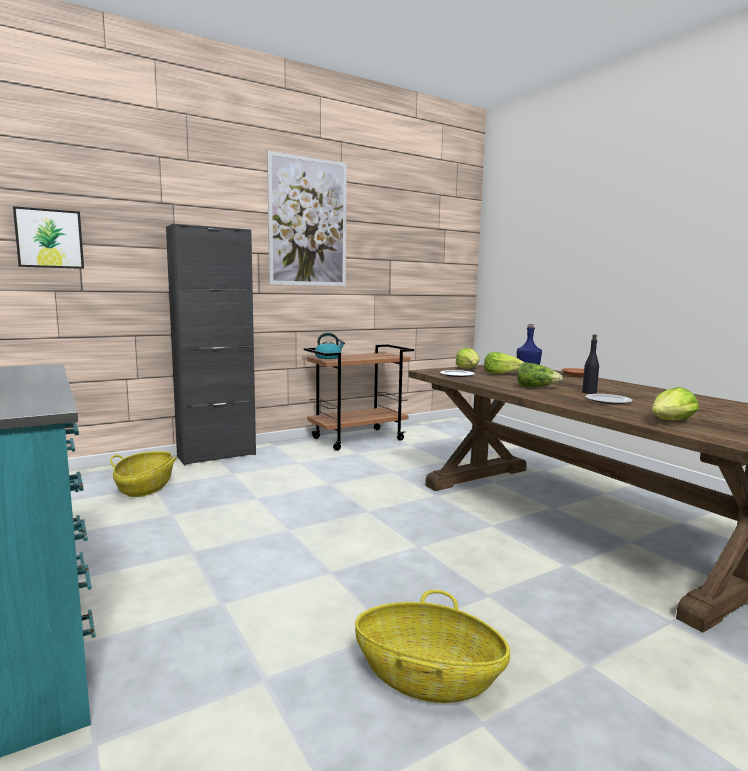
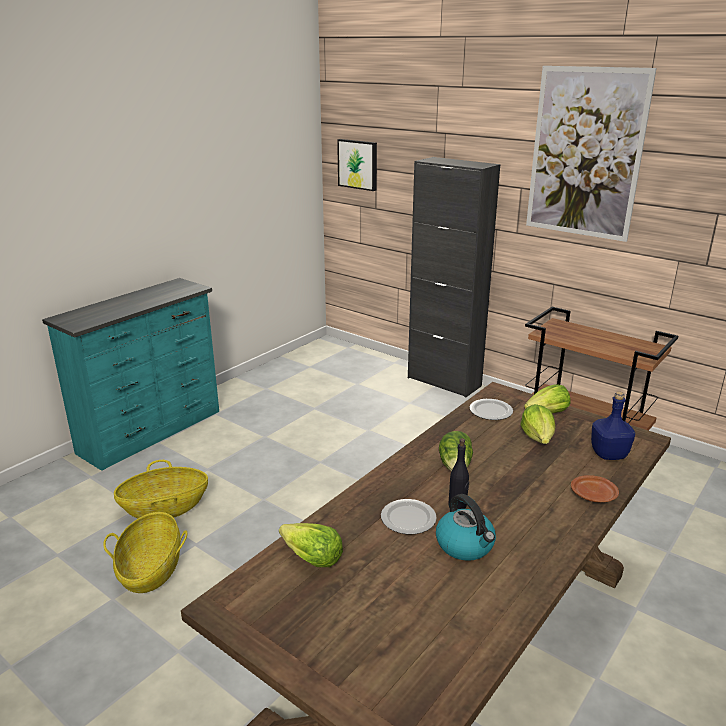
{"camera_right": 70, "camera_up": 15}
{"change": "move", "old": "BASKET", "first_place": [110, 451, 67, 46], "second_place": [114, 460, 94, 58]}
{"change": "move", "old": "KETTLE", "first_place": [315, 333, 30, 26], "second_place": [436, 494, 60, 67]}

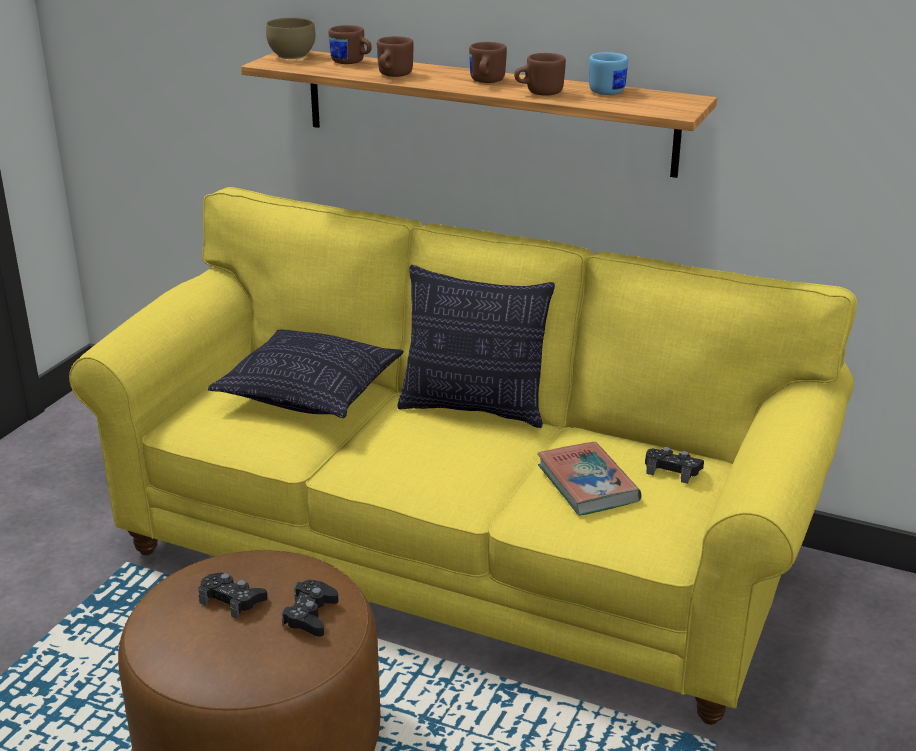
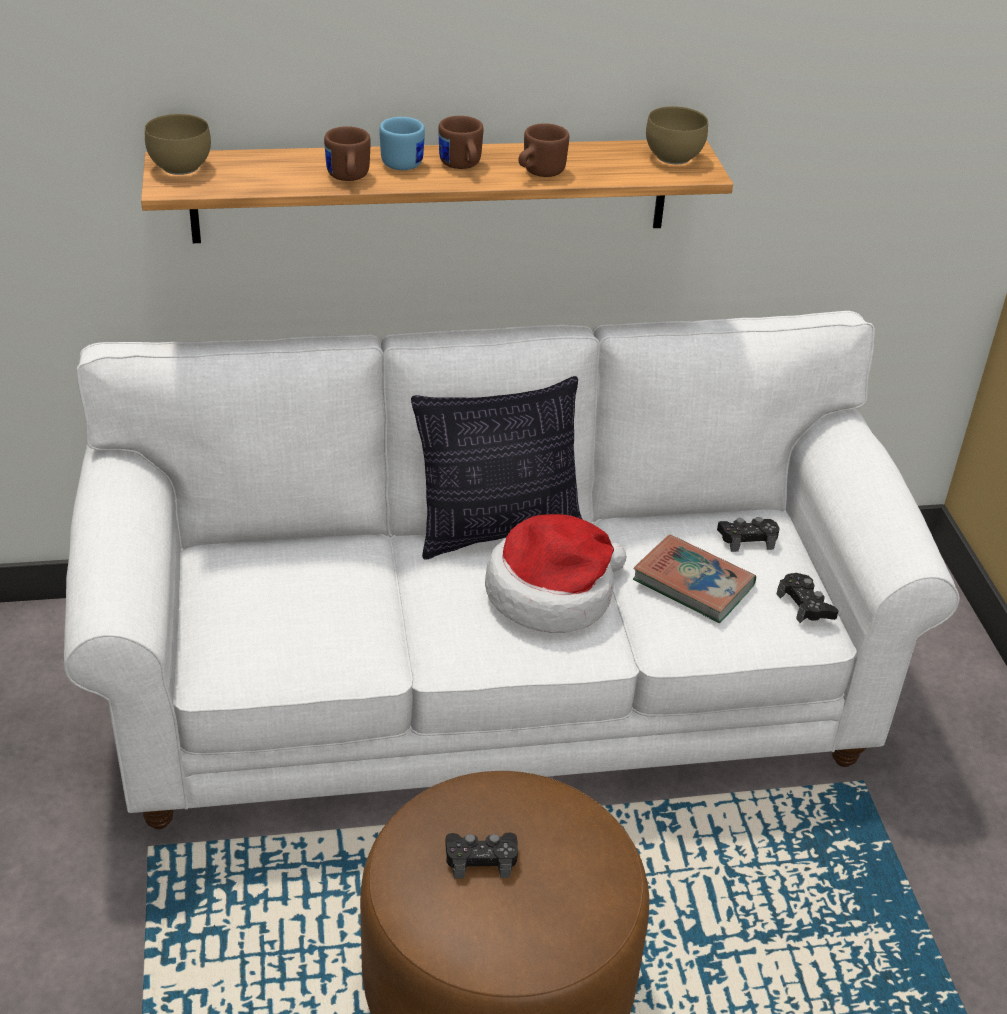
{"camera_right": -35, "camera_up": 10}
{"change": "recolor", "old": "YELLOW SOFA", "new": "WHITE SOFA", "first_place": [69, 187, 788, 538], "second_place": [64, 311, 896, 519]}
{"change": "delete", "old": "PILLOW", "first_place": [208, 330, 196, 88]}
{"change": "move", "old": "BLACK GAME CONTROLLER", "first_place": [282, 580, 57, 56], "second_place": [777, 573, 61, 50]}
{"change": "delete", "old": "BROWN MUG", "first_place": [329, 25, 43, 39]}
{"change": "move", "old": "BLUE MUG", "first_place": [589, 52, 39, 43], "second_place": [379, 117, 46, 53]}
{"change": "insert", "new": "HAT", "second_place": [485, 514, 142, 119]}
{"change": "insert", "new": "BROWN BOWL", "second_place": [646, 106, 62, 58]}

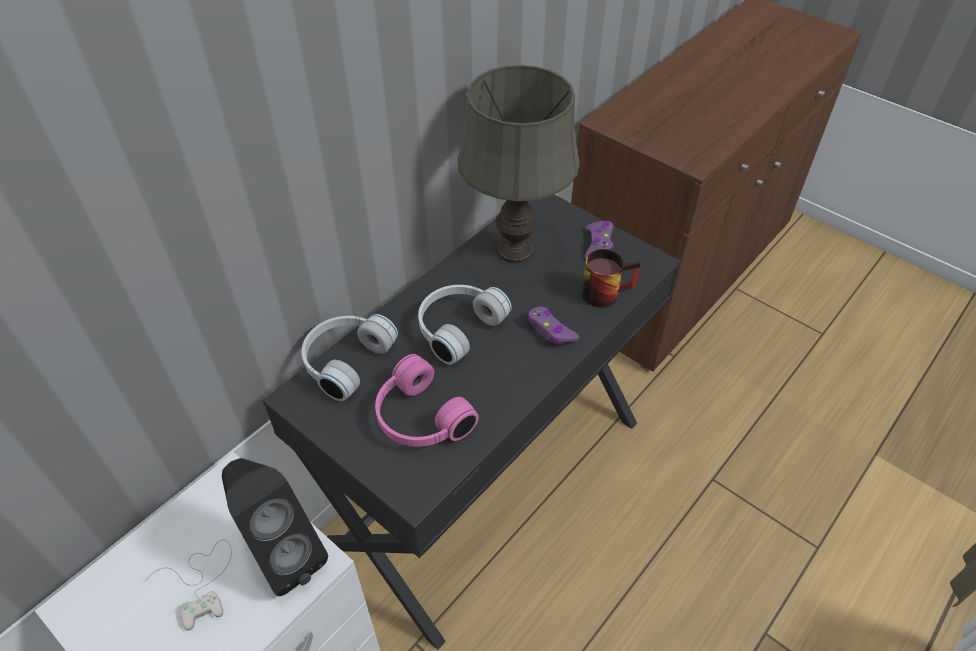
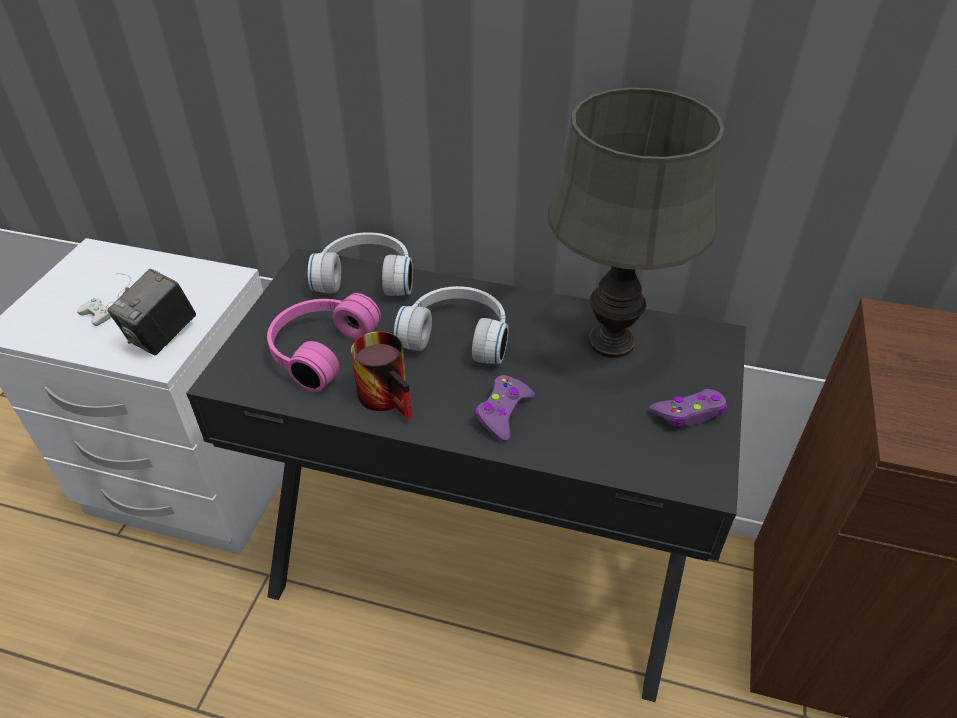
{"camera_right": 65, "camera_up": -5}
{"change": "replace", "old": "BLACK SPEAKER", "new": "PHOTO CAMERA", "first_place": [222, 458, 106, 138], "second_place": [107, 269, 89, 86]}
{"change": "move", "old": "MUG", "first_place": [582, 249, 58, 59], "second_place": [351, 331, 61, 88]}

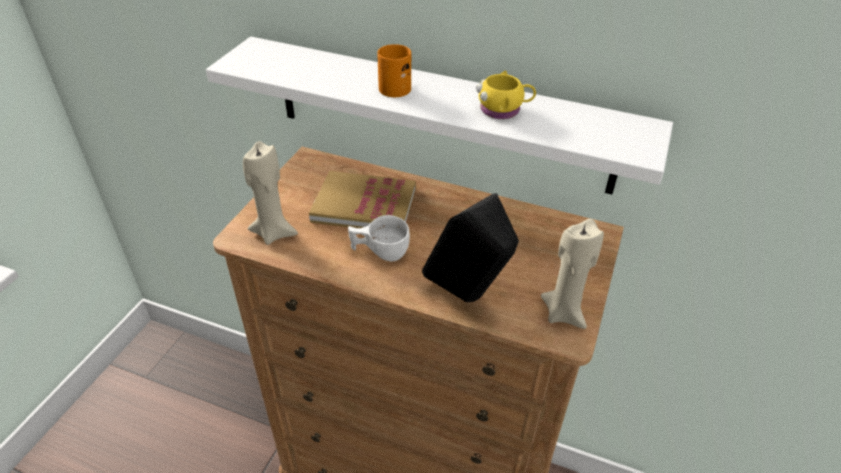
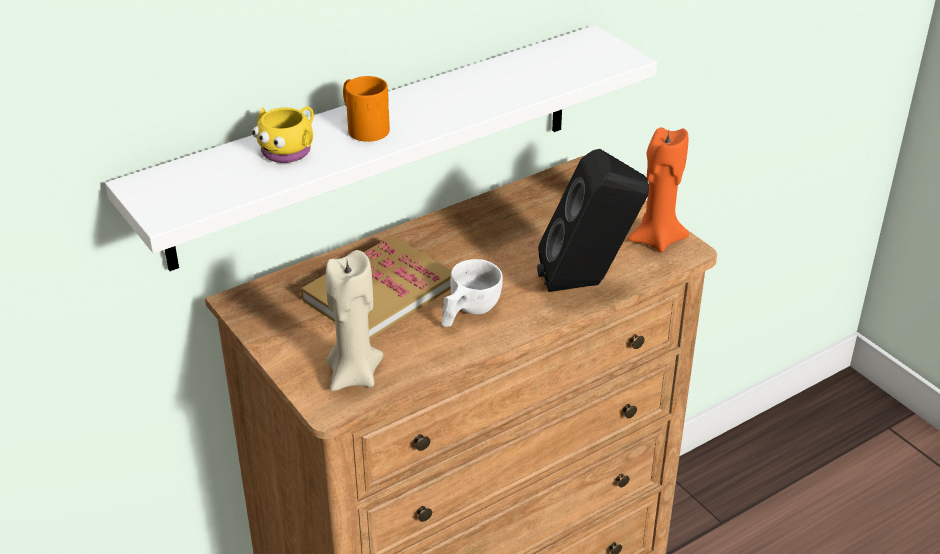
{"camera_right": -55, "camera_up": -5}
{"change": "move", "old": "YELLOW MUG", "first_place": [476, 71, 60, 48], "second_place": [252, 106, 62, 57]}
{"change": "recolor", "old": "BEIGE CANDLE", "new": "ORANGE CANDLE", "first_place": [541, 219, 63, 110], "second_place": [628, 127, 61, 125]}

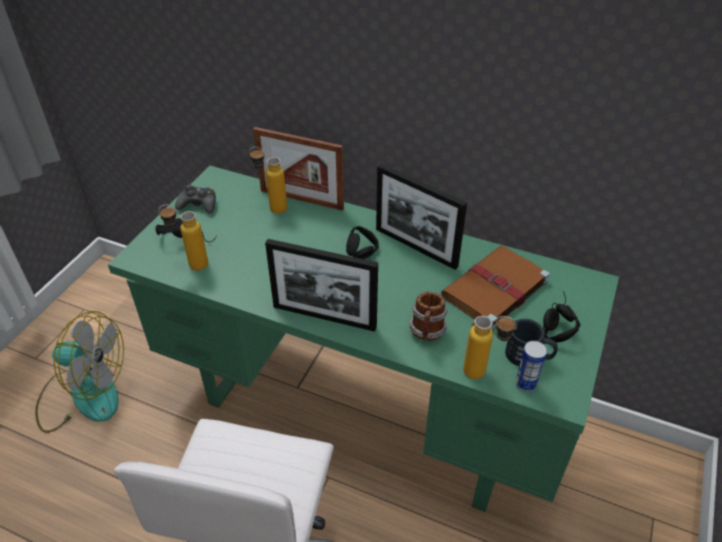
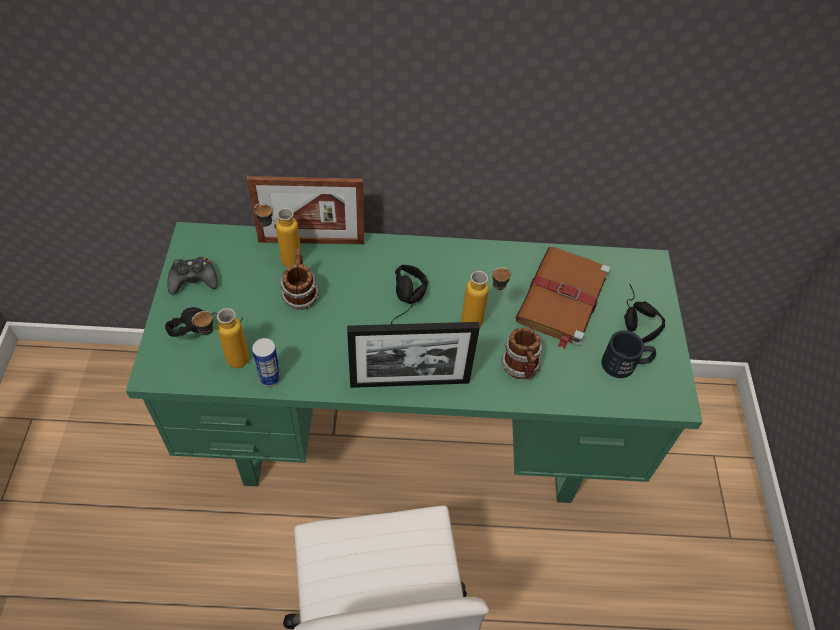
{"camera_right": -25, "camera_up": 10}
{"change": "delete", "old": "FAN", "first_place": [35, 311, 89, 122]}
{"change": "delete", "old": "PICTURE FRAME", "first_place": [376, 164, 91, 106]}
{"change": "move", "old": "BOTTLE", "first_place": [463, 316, 54, 63], "second_place": [461, 267, 51, 60]}
{"change": "move", "old": "CAN", "first_place": [515, 341, 32, 51], "second_place": [252, 338, 29, 49]}
{"change": "insert", "new": "MUG", "second_place": [280, 249, 39, 61]}

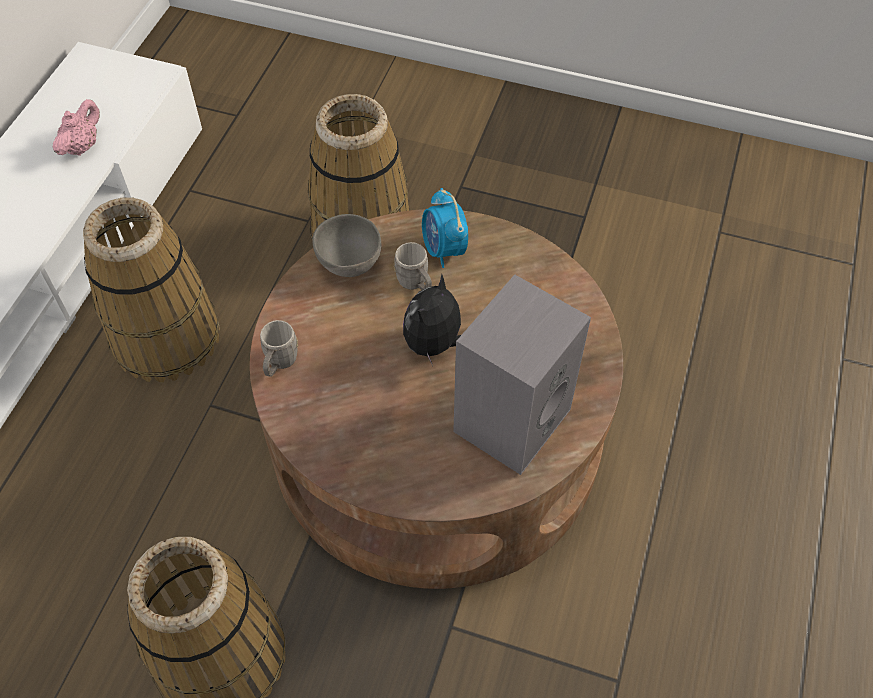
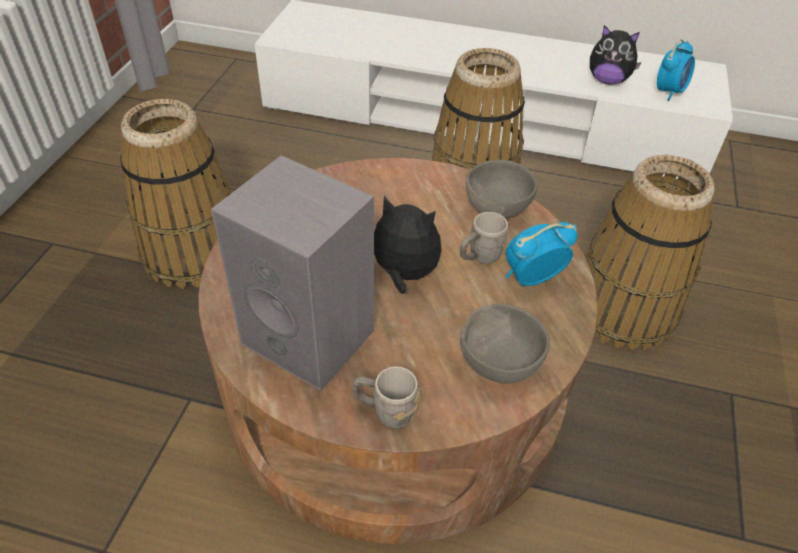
{"camera_right": 85, "camera_up": -10}
{"change": "replace", "old": "PINK TEAPOT", "new": "PLUSH TOY", "first_place": [53, 99, 47, 57], "second_place": [590, 25, 52, 60]}
{"change": "move", "old": "GREY MUG", "first_place": [260, 320, 39, 57], "second_place": [352, 366, 68, 62]}
{"change": "insert", "new": "GREY BOWL", "second_place": [460, 304, 90, 79]}
{"change": "insert", "new": "ALARM CLOCK", "second_place": [657, 39, 38, 62]}

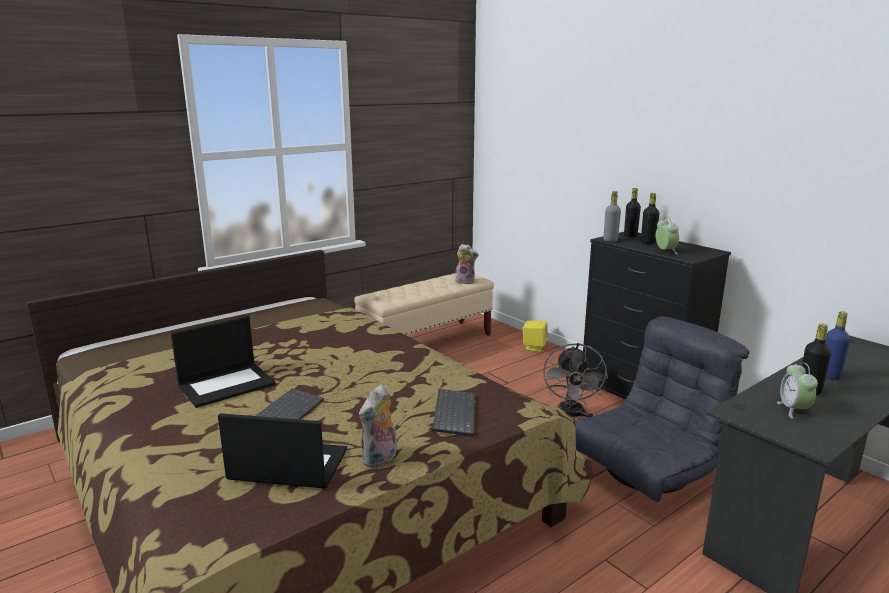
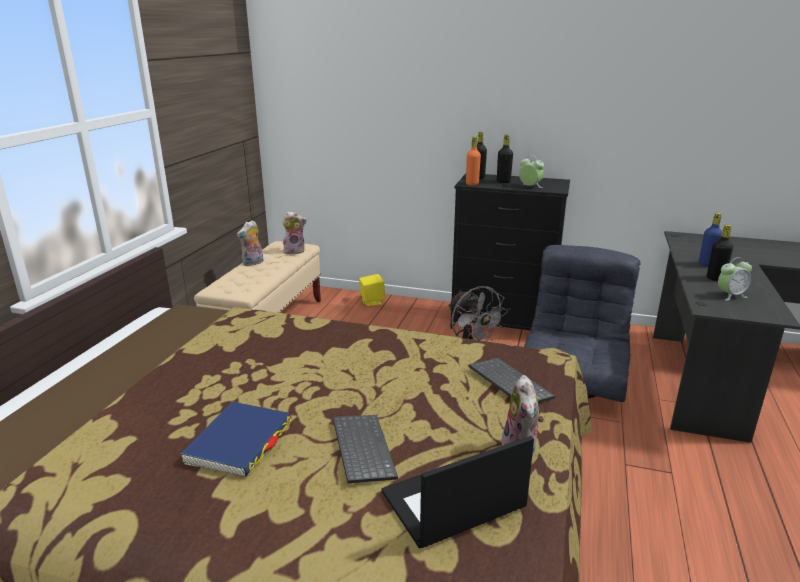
{"camera_right": -35, "camera_up": 5}
{"change": "replace", "old": "LAPTOP", "new": "BLUE BOOK", "first_place": [171, 316, 105, 92], "second_place": [180, 401, 112, 76]}
{"change": "recolor", "old": "GREY BOTTLE", "new": "ORANGE BOTTLE", "first_place": [604, 191, 17, 51], "second_place": [466, 136, 15, 50]}
{"change": "rotate", "old": "ALARM CLOCK", "first_place": [777, 363, 41, 56], "second_place": [718, 257, 34, 44], "degrees": -75}
{"change": "insert", "new": "PLUSH TOY", "second_place": [237, 220, 26, 46]}

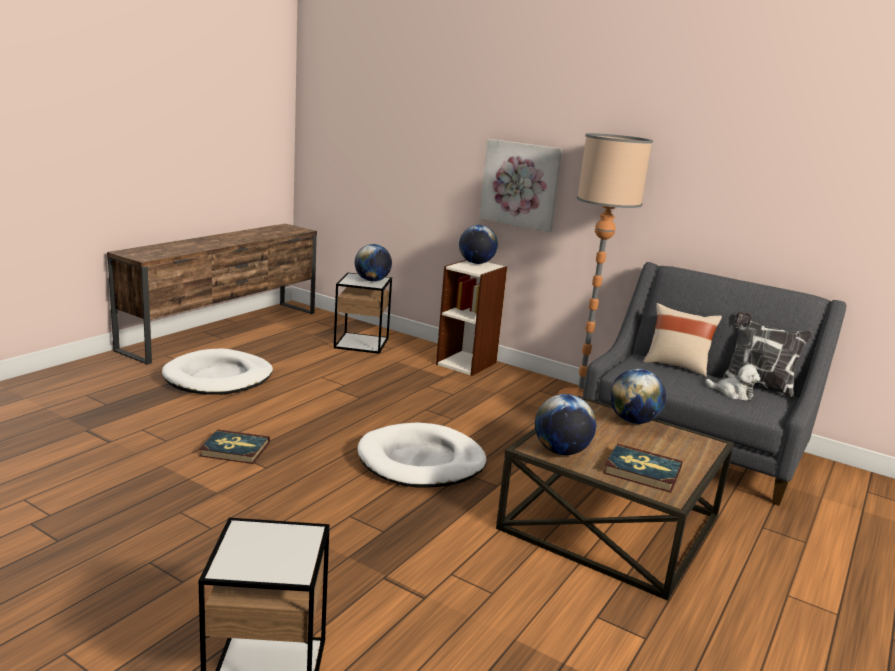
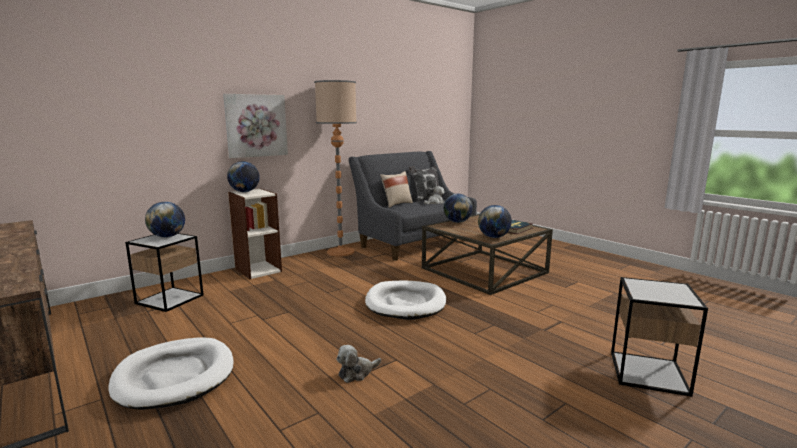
{"camera_right": -70, "camera_up": -5}
{"change": "replace", "old": "BOOK", "new": "PLUSH TOY", "first_place": [199, 429, 71, 35], "second_place": [336, 345, 45, 38]}

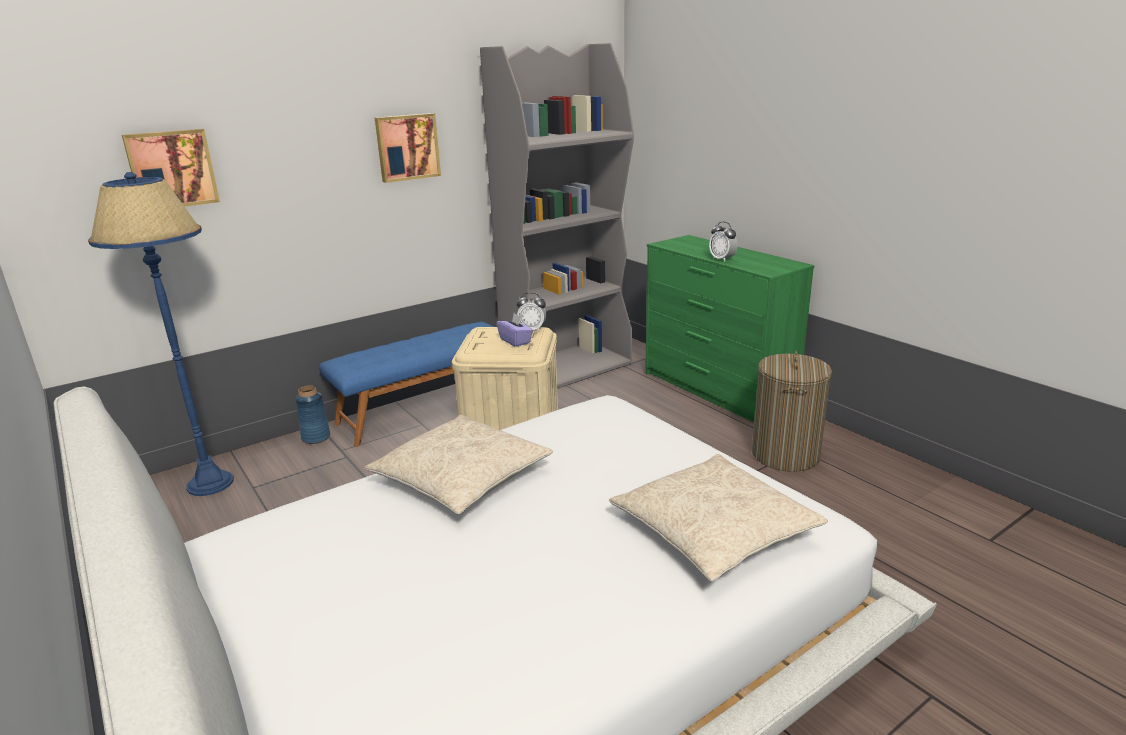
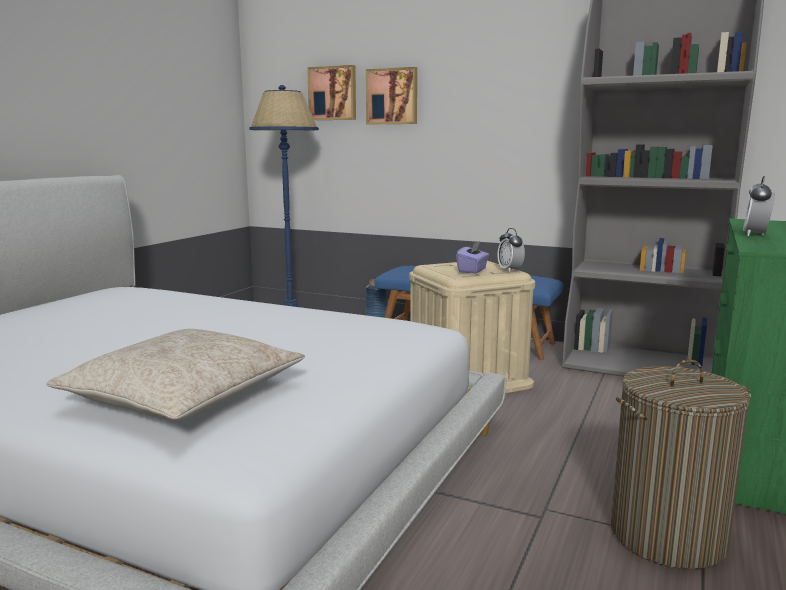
{"camera_right": 60, "camera_up": -10}
{"change": "delete", "old": "BEIGE PILLOW", "first_place": [364, 415, 189, 99]}
{"change": "move", "old": "PICTURE", "first_place": [375, 113, 66, 70], "second_place": [366, 67, 51, 57]}

